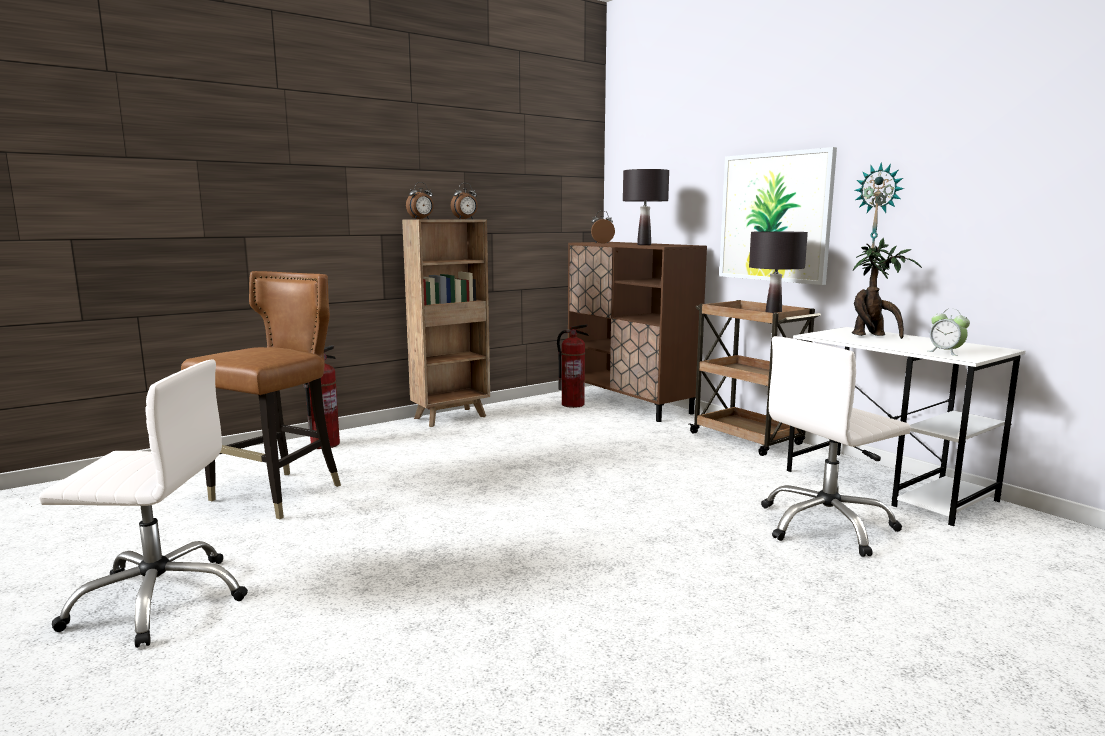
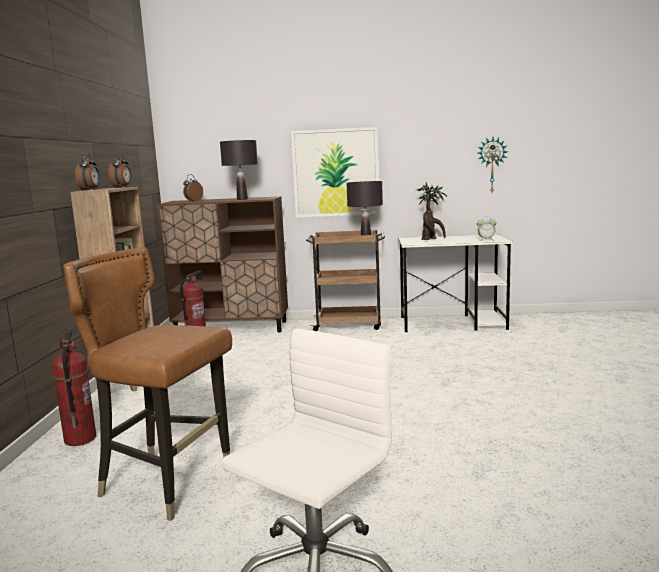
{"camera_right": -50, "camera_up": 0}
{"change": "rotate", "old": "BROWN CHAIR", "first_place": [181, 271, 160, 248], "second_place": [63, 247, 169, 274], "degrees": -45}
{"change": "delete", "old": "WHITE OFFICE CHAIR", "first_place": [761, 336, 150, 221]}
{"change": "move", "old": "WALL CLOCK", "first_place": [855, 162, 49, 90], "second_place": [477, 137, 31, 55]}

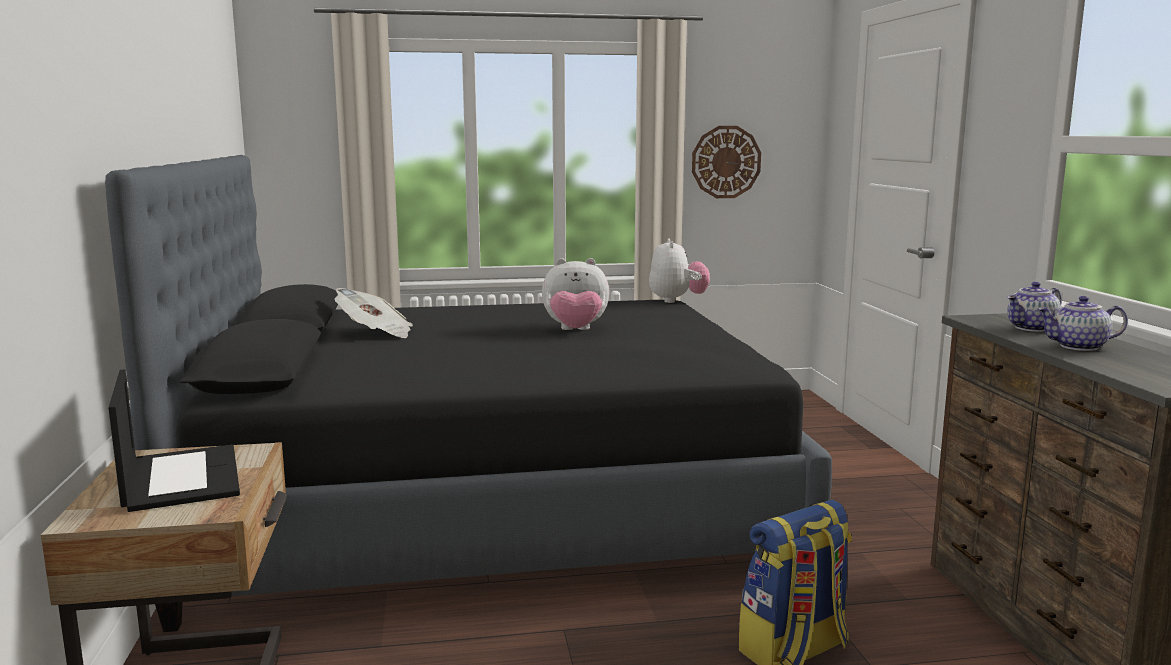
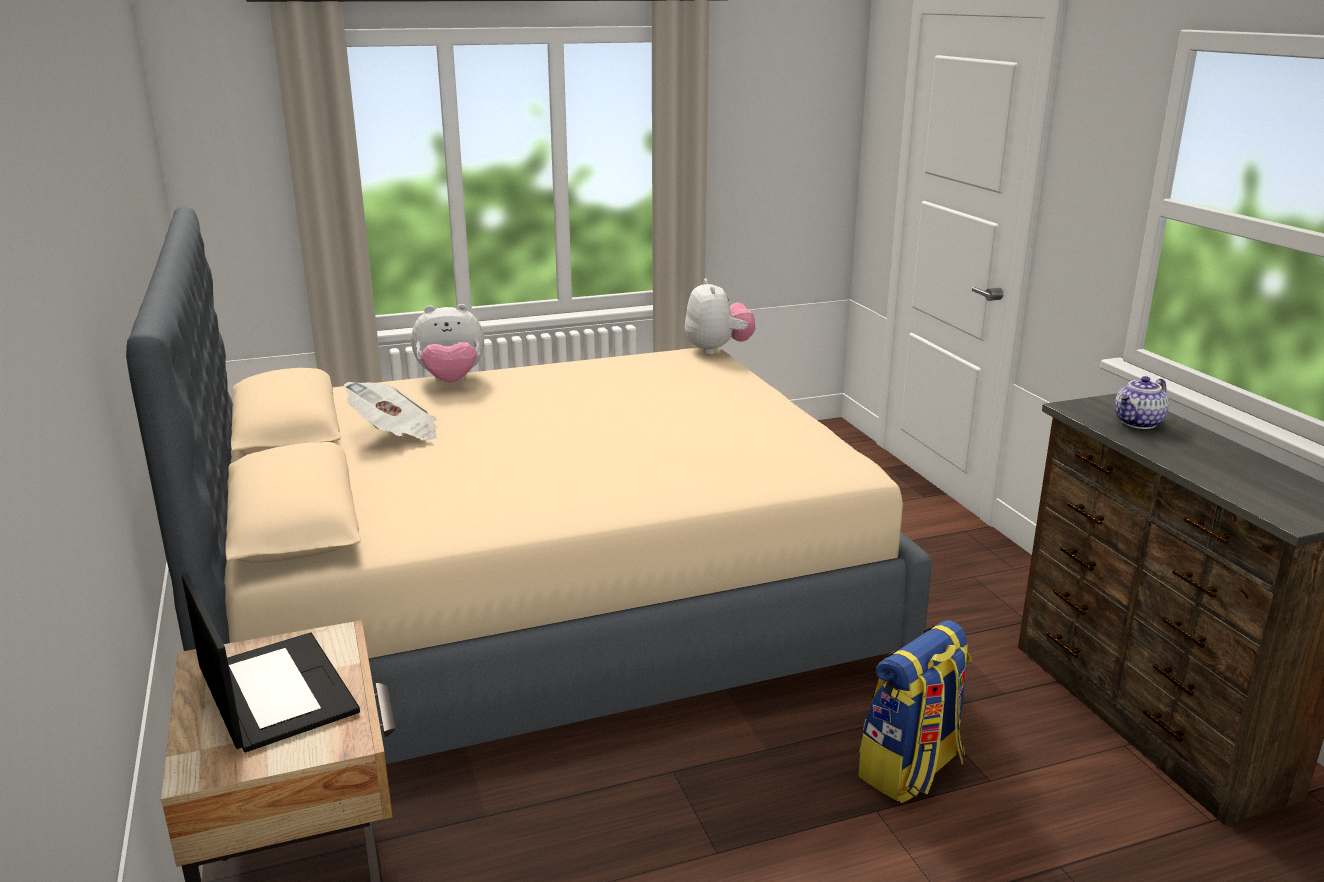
{"camera_right": -10, "camera_up": 10}
{"change": "recolor", "old": "BLACK BED", "new": "BEIGE BED", "first_place": [105, 155, 727, 477], "second_place": [126, 207, 806, 557]}
{"change": "move", "old": "PLUSH TOY", "first_place": [542, 258, 67, 72], "second_place": [411, 304, 73, 78]}
{"change": "delete", "old": "WALL CLOCK", "first_place": [692, 126, 69, 72]}
{"change": "delete", "old": "TEAPOT", "first_place": [1038, 296, 90, 55]}

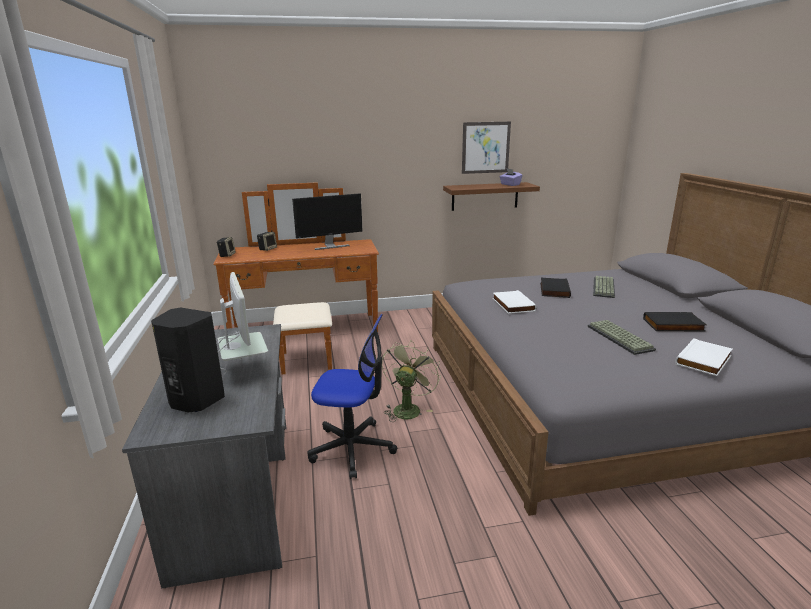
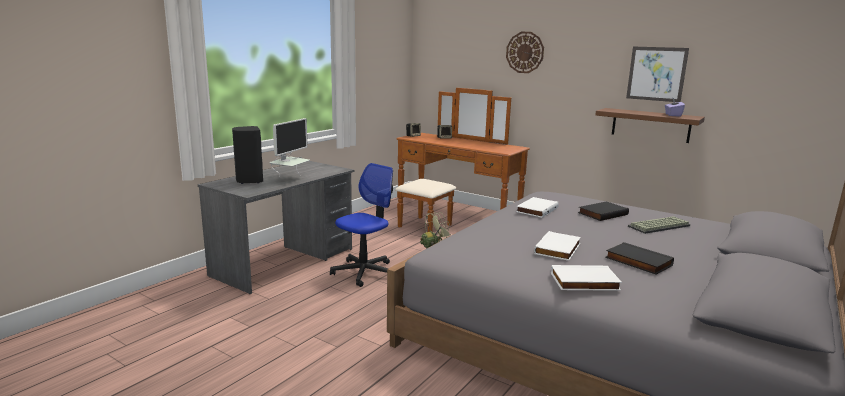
{"camera_right": 45, "camera_up": -5}
{"change": "delete", "old": "MONITOR", "first_place": [292, 193, 71, 57]}
{"change": "rotate", "old": "OFFICE CHAIR", "first_place": [307, 314, 90, 165], "second_place": [330, 163, 63, 124], "degrees": -105}
{"change": "replace", "old": "KEYBOARD", "new": "WHITE BOOK", "first_place": [587, 320, 69, 35], "second_place": [534, 231, 47, 30]}
{"change": "insert", "new": "WALL CLOCK", "second_place": [506, 32, 38, 41]}

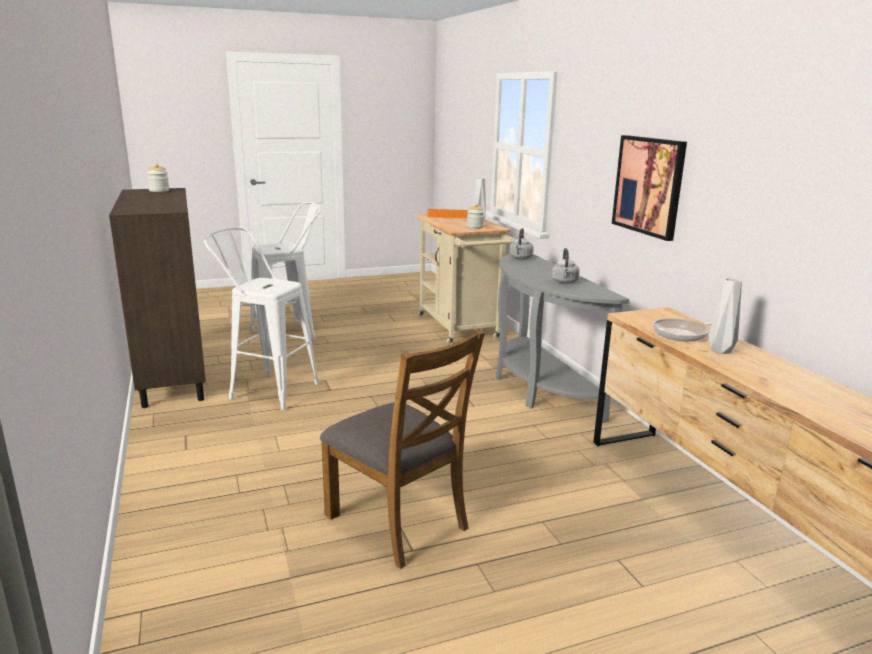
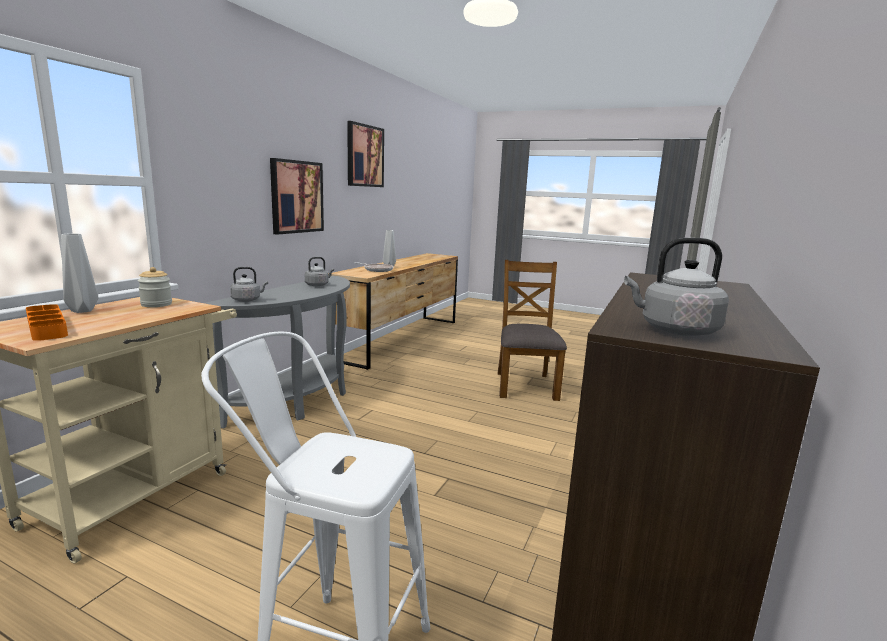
{"camera_right": -135, "camera_up": -5}
{"change": "replace", "old": "JAR", "new": "GREY KETTLE", "first_place": [147, 164, 22, 28], "second_place": [624, 238, 105, 98]}
{"change": "delete", "old": "WHITE STOOL", "first_place": [204, 227, 115, 183]}
{"change": "insert", "new": "PICTURE", "second_place": [347, 121, 37, 66]}

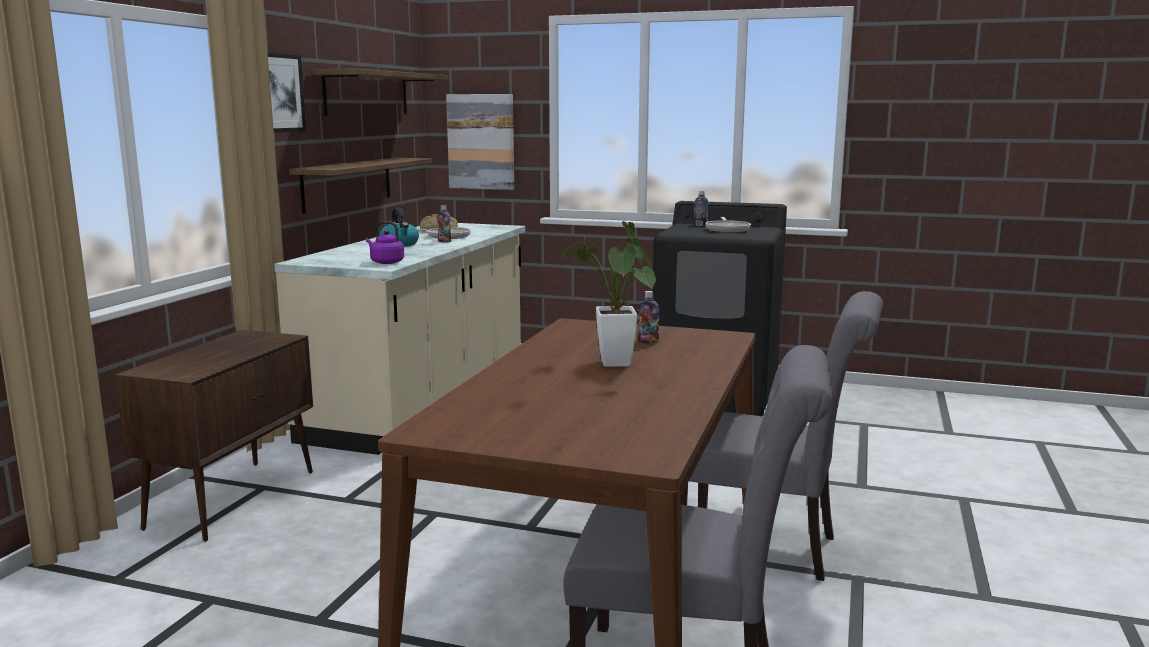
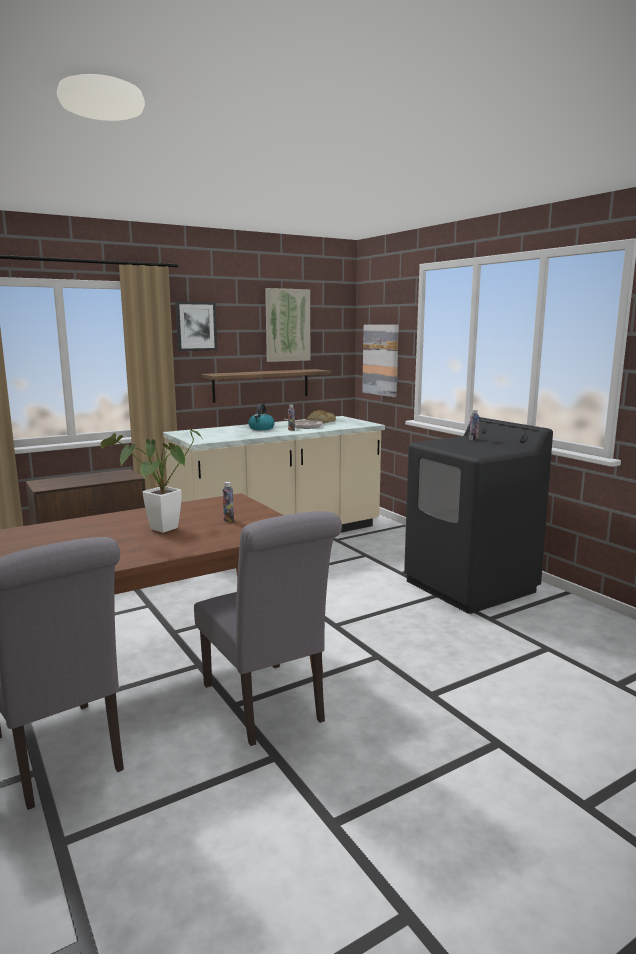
{"camera_right": 40, "camera_up": 0}
{"change": "replace", "old": "SHELF", "new": "PICTURE", "first_place": [312, 68, 137, 47], "second_place": [265, 288, 45, 74]}
{"change": "delete", "old": "PURPLE KETTLE", "first_place": [366, 221, 38, 43]}
{"change": "delete", "old": "FRYING PAN", "first_place": [705, 217, 46, 15]}

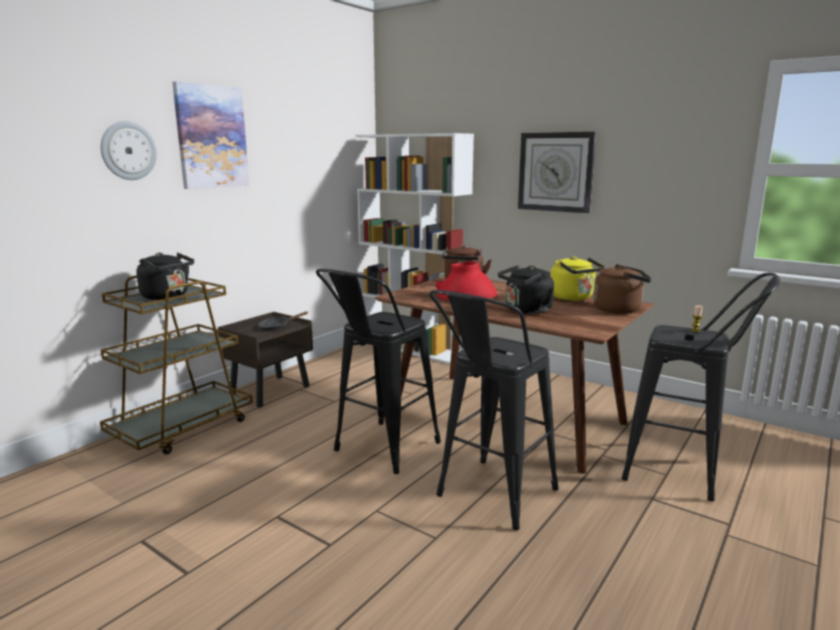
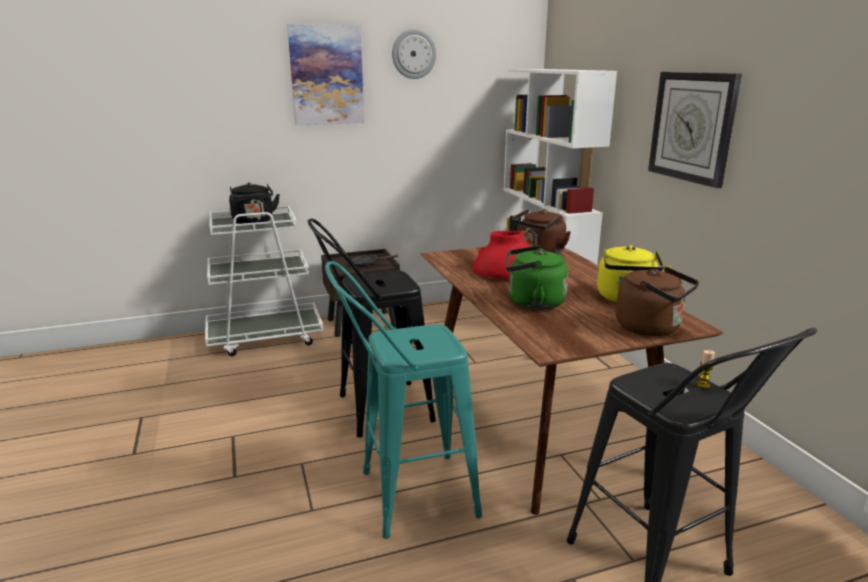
{"camera_right": 35, "camera_up": 5}
{"change": "recolor", "old": "BROWN CART", "new": "WHITE CART", "first_place": [100, 275, 153, 180], "second_place": [205, 206, 118, 150]}
{"change": "move", "old": "WALL CLOCK", "first_place": [101, 121, 56, 59], "second_place": [392, 29, 45, 50]}
{"change": "recolor", "old": "BLACK STOOL", "new": "TURQUOISE STOOL", "first_place": [429, 290, 130, 240], "second_place": [325, 261, 157, 278]}
{"change": "recolor", "old": "BLACK KETTLE", "new": "GREEN KETTLE", "first_place": [498, 265, 56, 49], "second_place": [506, 246, 62, 64]}

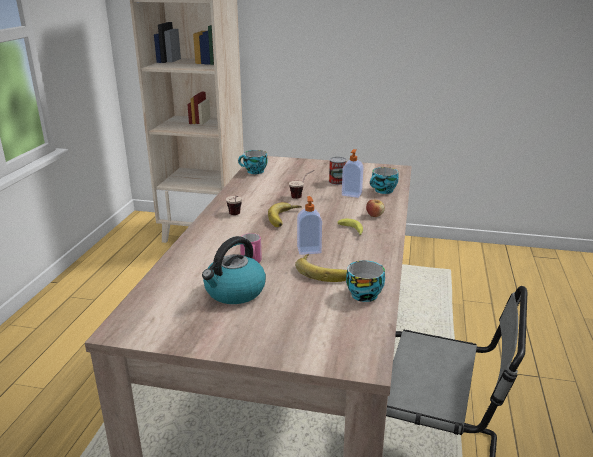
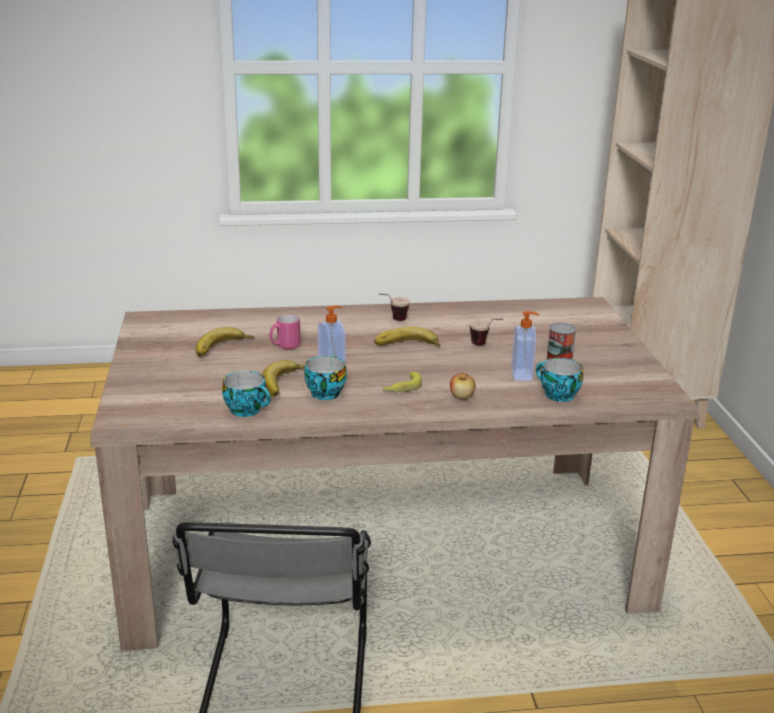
{"camera_right": 70, "camera_up": 0}
{"change": "replace", "old": "KETTLE", "new": "BANANA", "first_place": [202, 236, 64, 68], "second_place": [196, 327, 58, 30]}
{"change": "move", "old": "CUP", "first_place": [238, 150, 30, 24], "second_place": [304, 356, 43, 44]}

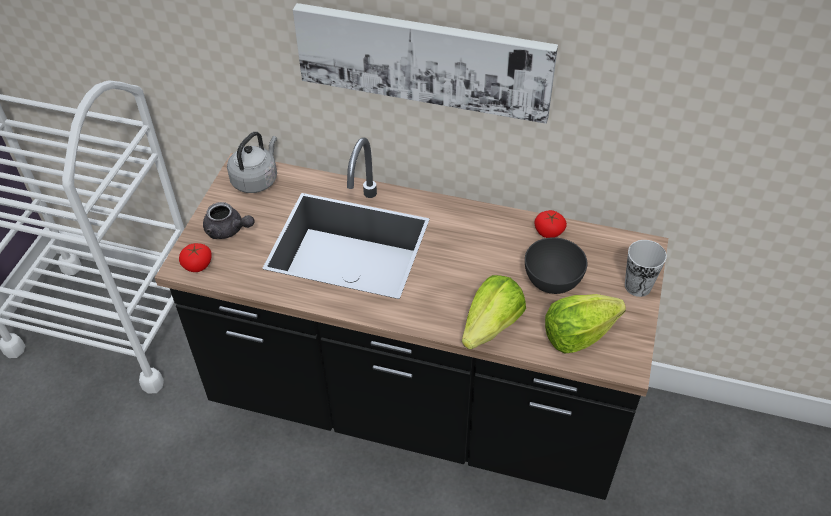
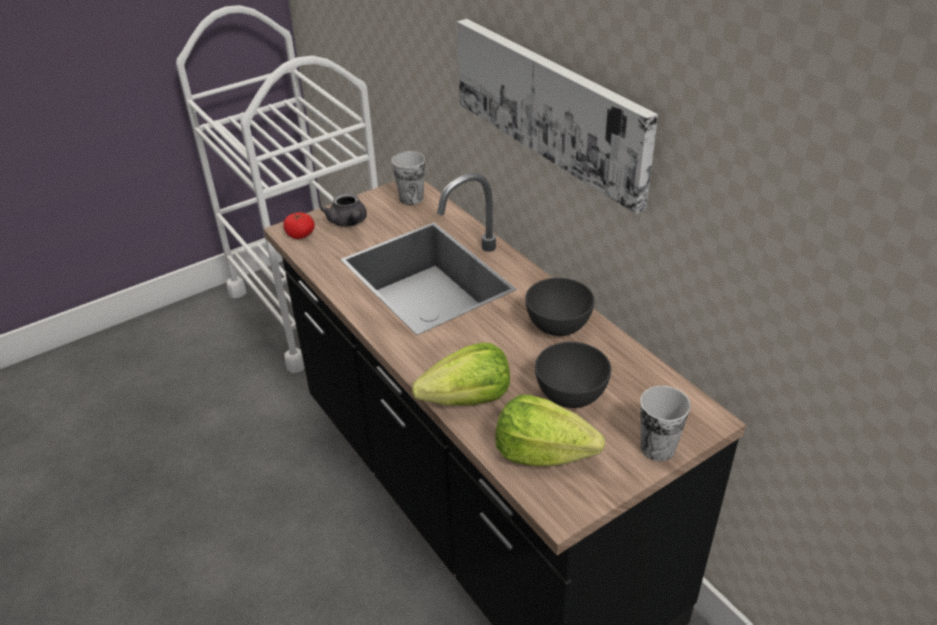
{"camera_right": 40, "camera_up": -10}
{"change": "replace", "old": "GREY KETTLE", "new": "CUP", "first_place": [227, 132, 50, 61], "second_place": [392, 151, 33, 54]}
{"change": "delete", "old": "TOMATO", "first_place": [534, 210, 33, 28]}
{"change": "insert", "new": "GREY BOWL", "second_place": [525, 278, 70, 58]}

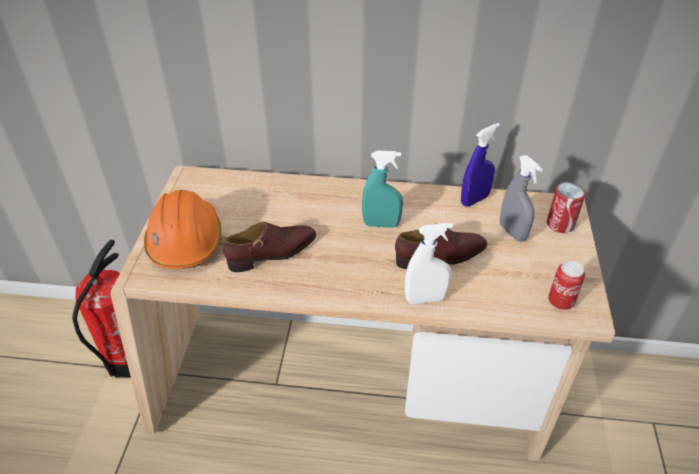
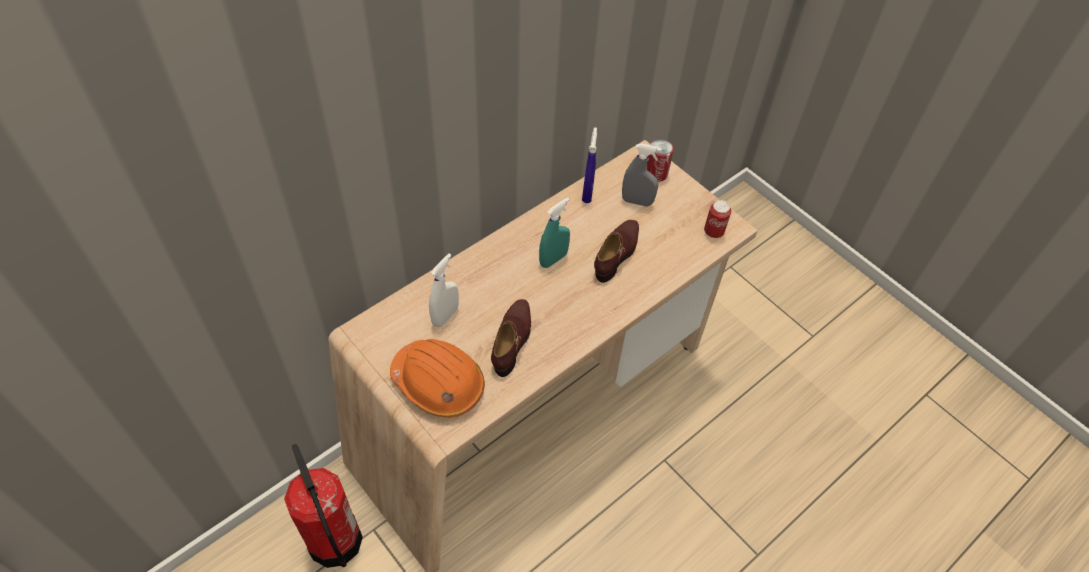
{"camera_right": -50, "camera_up": 10}
{"change": "move", "old": "WHITE SPRAY BOTTLE", "first_place": [405, 223, 48, 81], "second_place": [429, 253, 30, 74]}

